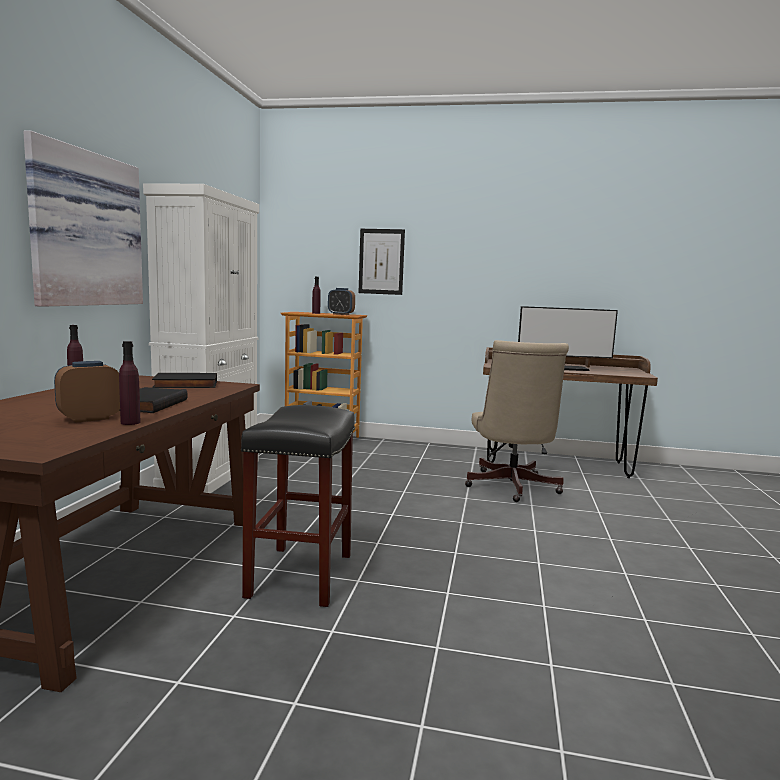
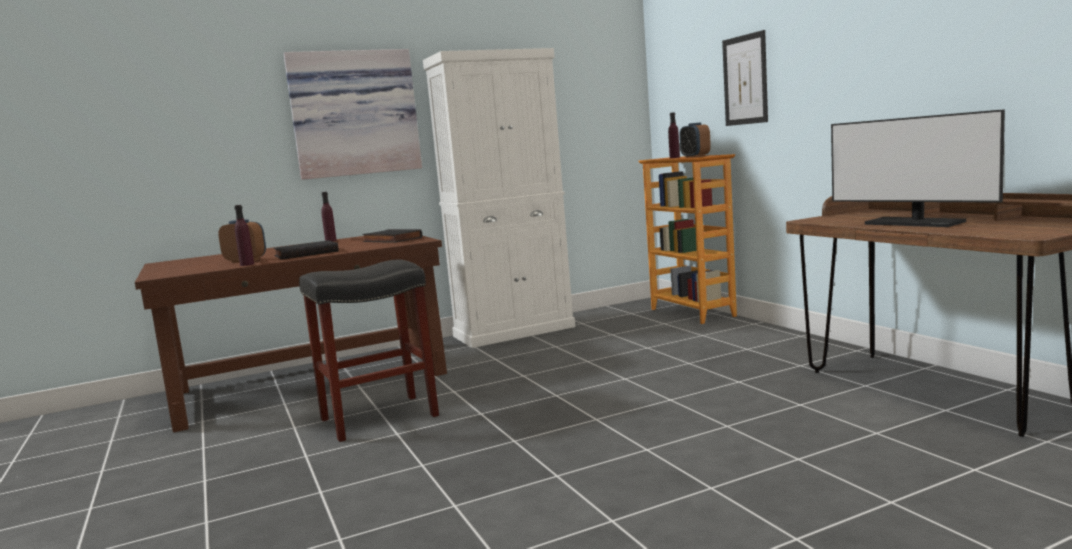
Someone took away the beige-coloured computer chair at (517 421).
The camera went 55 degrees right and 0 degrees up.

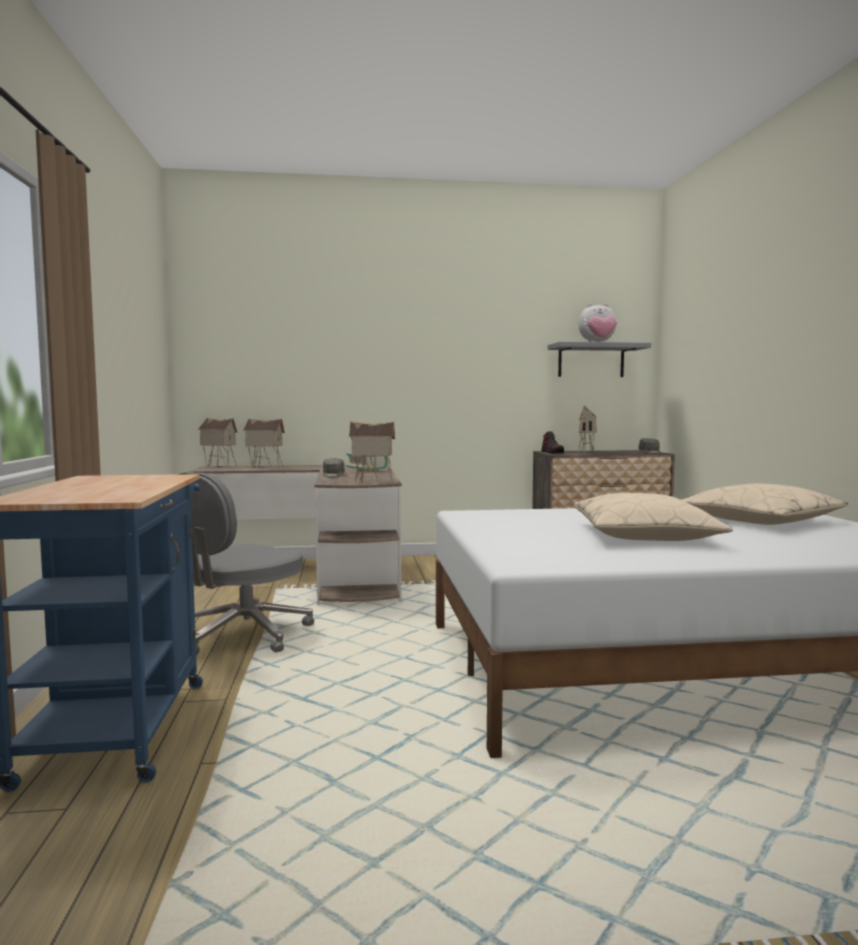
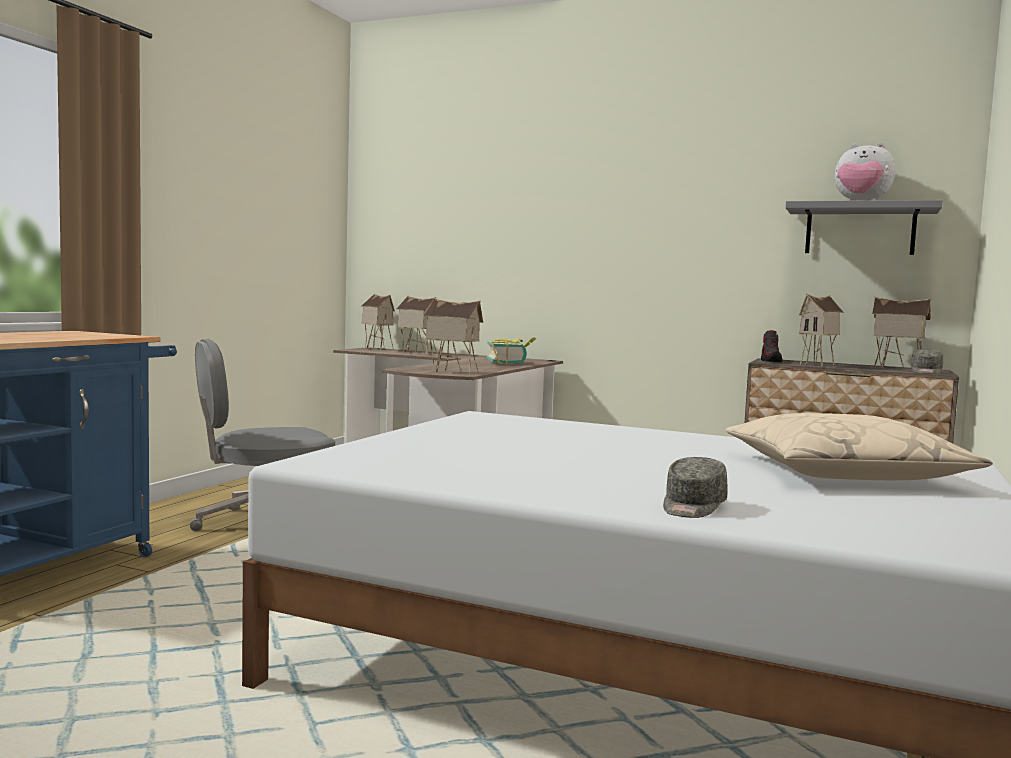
Someone took away the beige-coloured pillow at (653 517).
Someone put down the model house at (901 332).
Someone carried the grey cap from (334 467) to (695 487).
The camera went 30 degrees right and 0 degrees up.

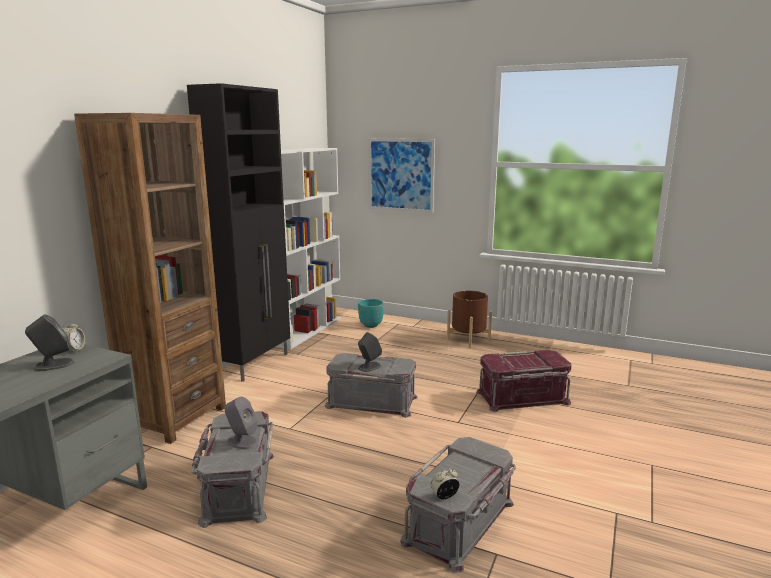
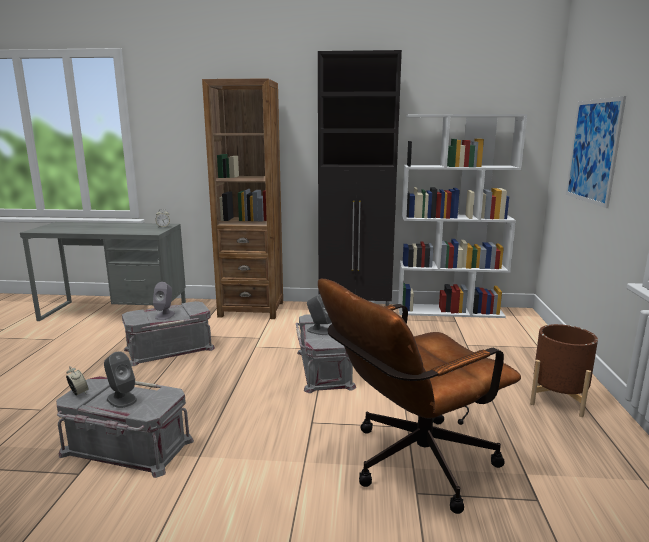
Someone took away the blue-green flower pot at (371 313).
Someone carried the grey audio speaker from (49 342) to (120 380).
Someone swapped the red storage bin at (524 381) for the brown-coloured computer chair at (419 396).
The camera went 70 degrees right and 0 degrees up.

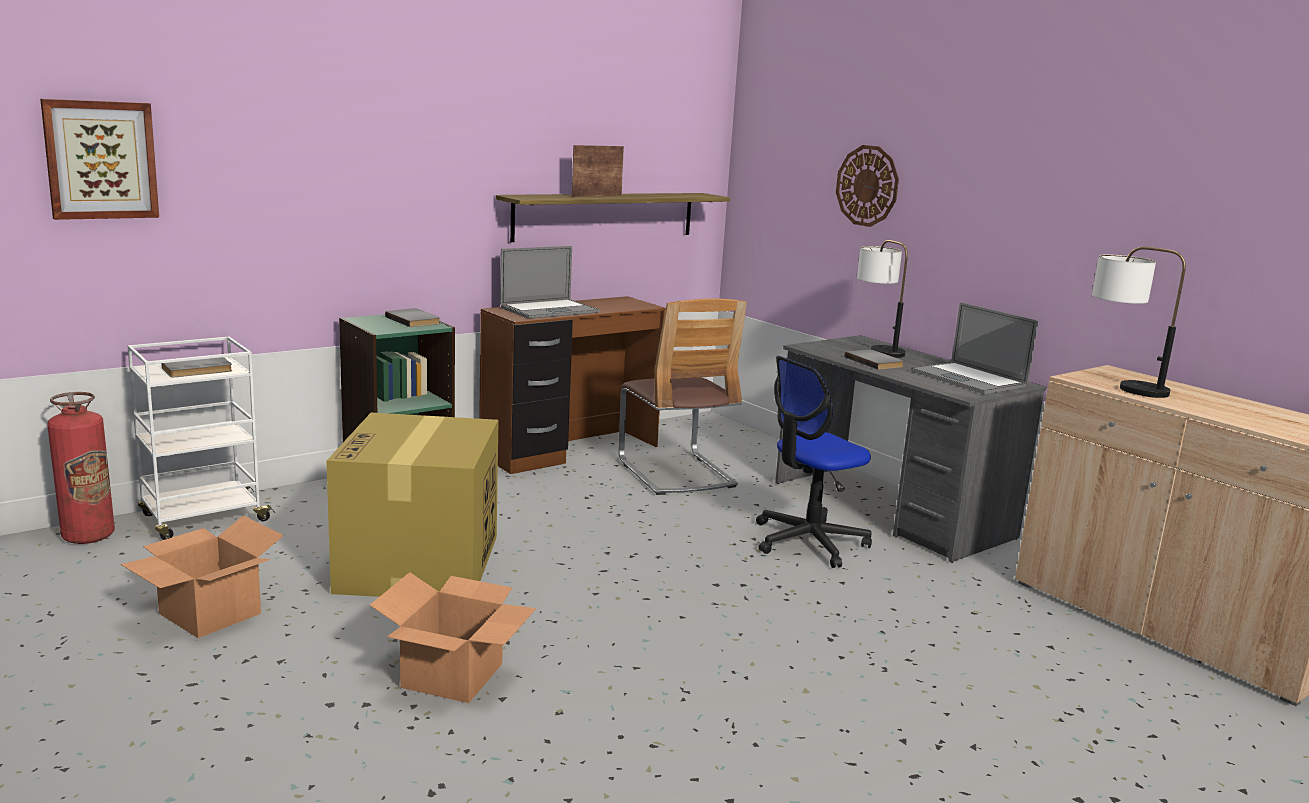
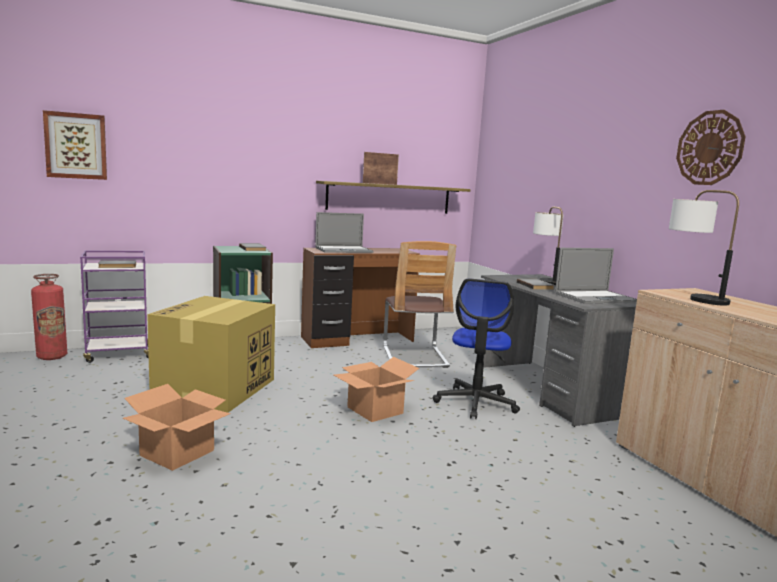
Someone carried the cardboard box from (202 577) to (376 389).
Someone carried the hanging clock from (867 186) to (711 147).
Someone repainted the white-coloured trolley at (201 438), which became the purple trolley at (114 307).
Someone rotated the computer chair at (814 462) by 60 degrees counterclockwise.
Someone rotated the laptop at (974 348) by 90 degrees counterclockwise.
The camera went 15 degrees right and 5 degrees down.

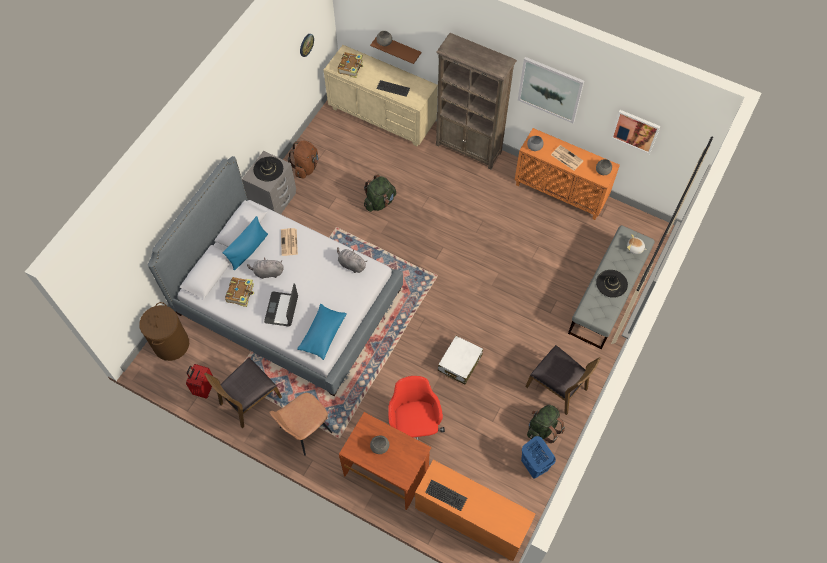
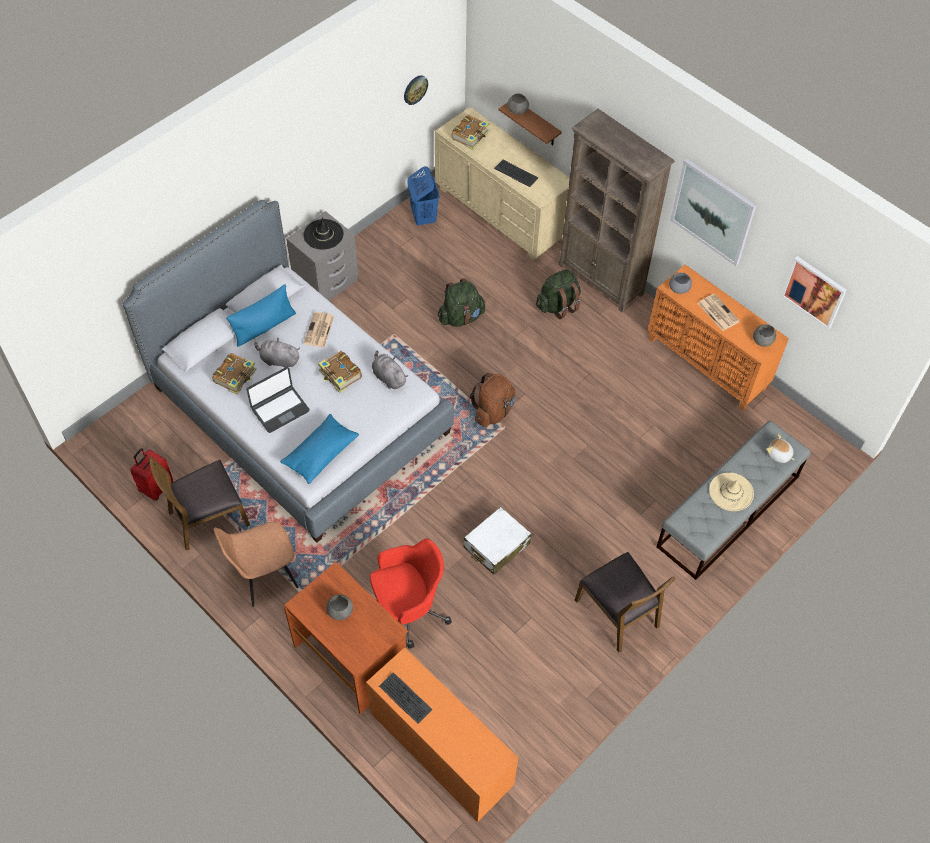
Someone took away the brown-coloured washing basket at (164 331).
Someone put down the book at (340 372).
Someone carried the brown-coloured knapsack from (303 159) to (492 400).
Someone carried the blue-coloured washing basket from (538 457) to (423 196).
Someone carried the green knapsack from (546 424) to (558 294).
Someone repainted the black-coloured clothing hat at (612 284), which became the beige-coloured clothing hat at (731 491).
Someone rotated the laptop at (281 305) by 150 degrees counterclockwise.
Someone rotated the red computer chair at (416 408) by 60 degrees clockwise.
The camera went 15 degrees right and 5 degrees down.

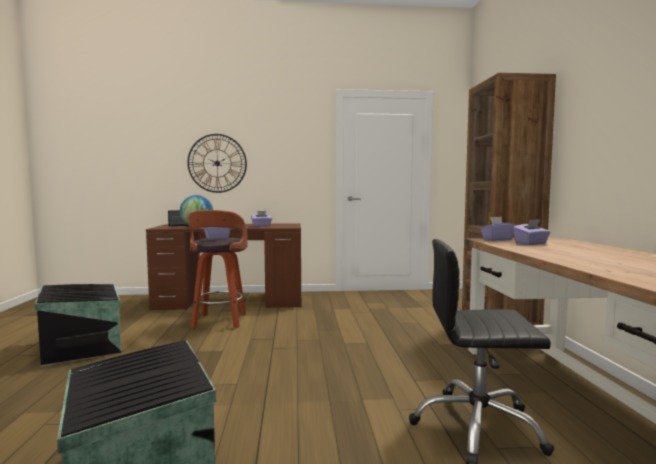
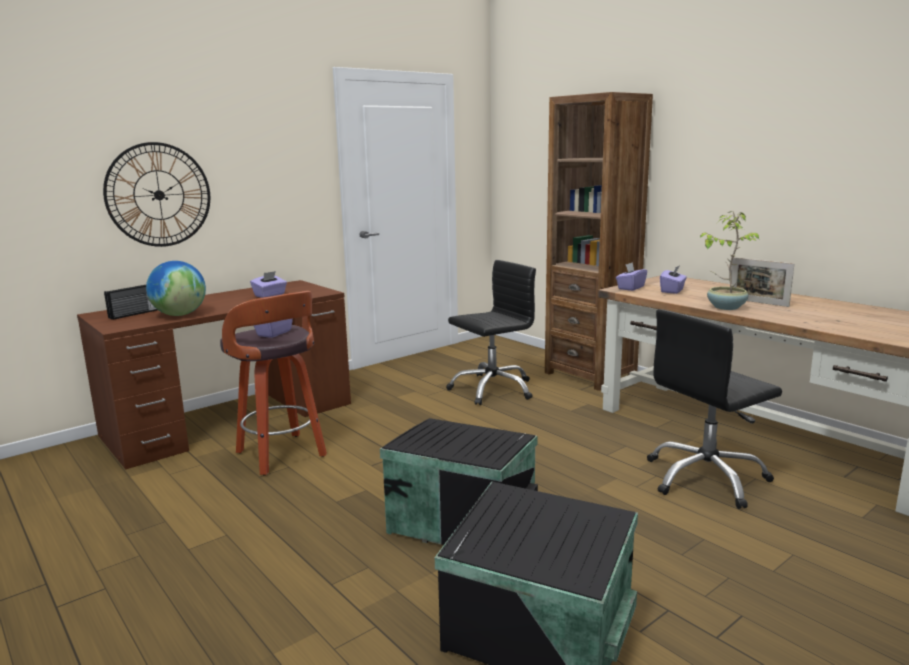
Someone put down the black-coloured computer chair at (491 332).
Someone put down the houseplant at (729 260).
Someone put down the photo frame at (762 282).
Someone carried the black-coloured storage bin from (78 325) to (459 481).
The camera went 35 degrees left and 10 degrees up.

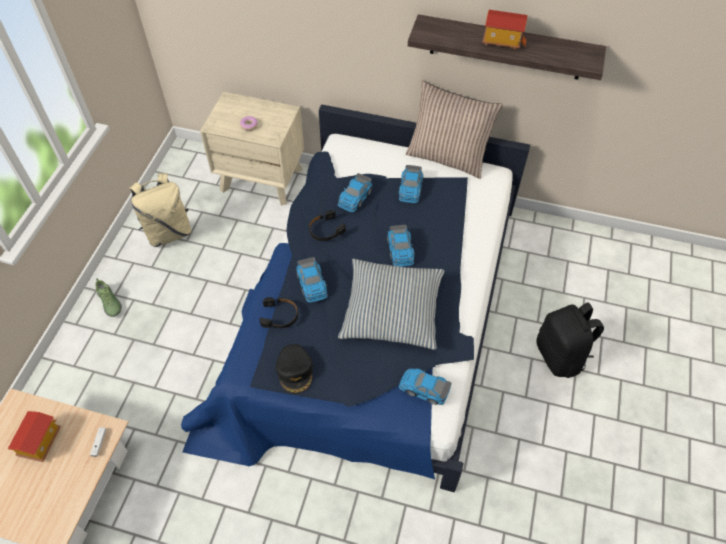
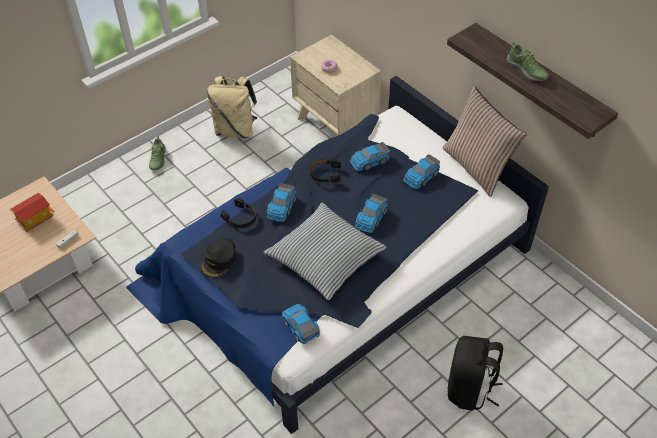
Someone swapped the model house at (505 29) for the shoe at (528 61).
The camera went 35 degrees right and 5 degrees down.

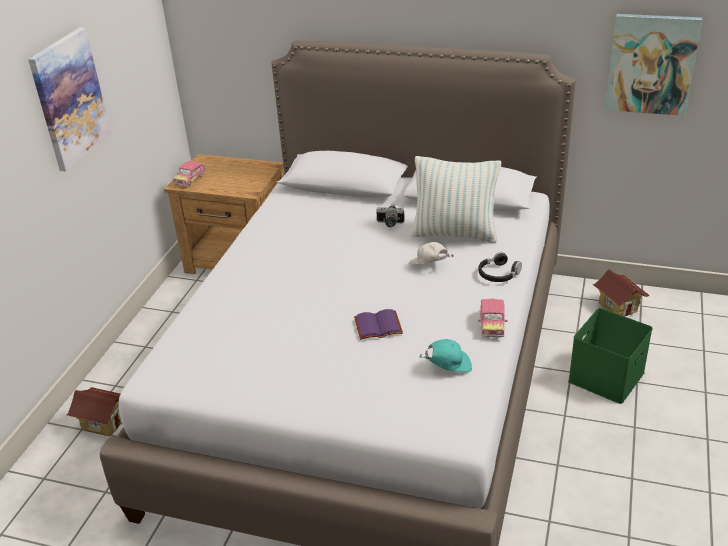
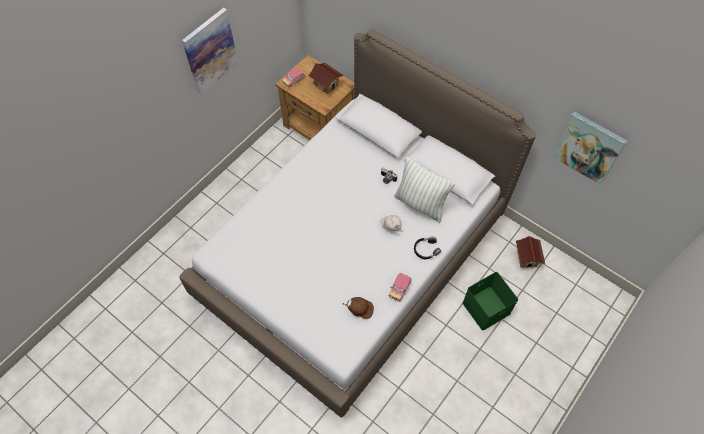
Someone took away the purple book at (378 324).
Someone carried the model house from (94 412) to (325 78).
Someone repainted the blue-green cap at (445 356), which became the brown-coloured cap at (358 308).
The camera went 20 degrees right and 25 degrees up.

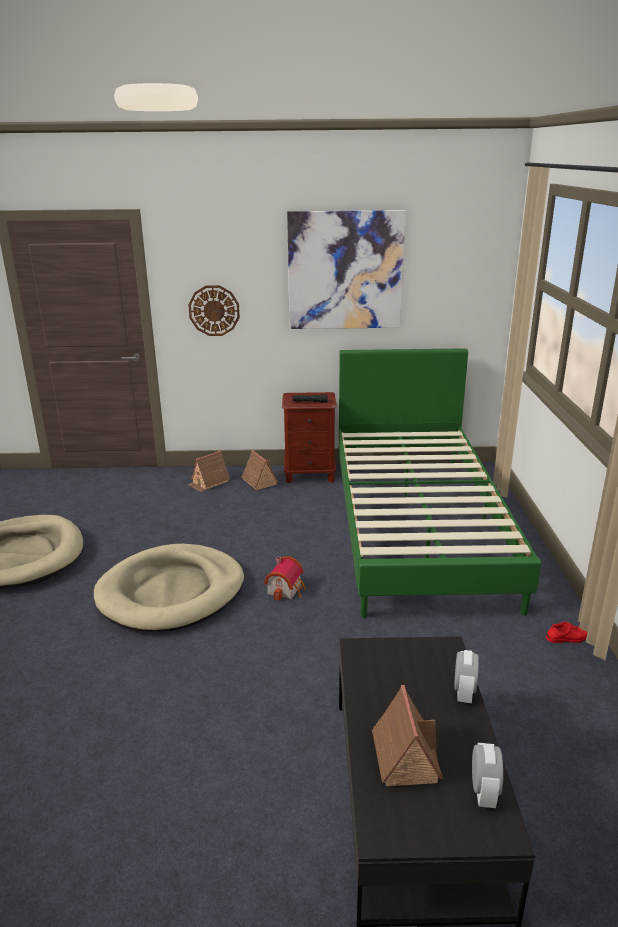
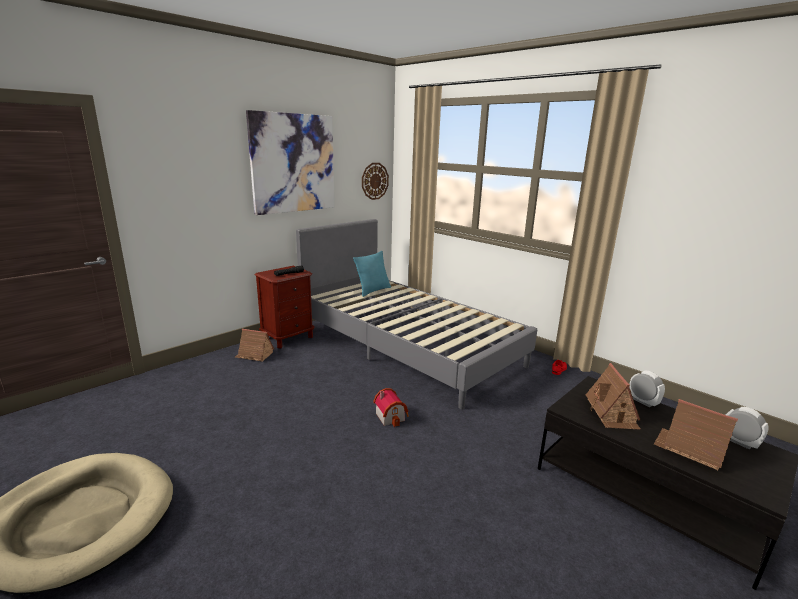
Someone took away the beige-coloured dog bed at (169 588).
Someone put down the blue-green pillow at (372 274).
Someone carried the hanging clock from (214 310) to (375 181).
Someone carried the model house from (209 471) to (613 396).
Someone repainted the green bed at (440 483), which became the grey bed at (416 314).
The camera went 45 degrees left and 5 degrees down.

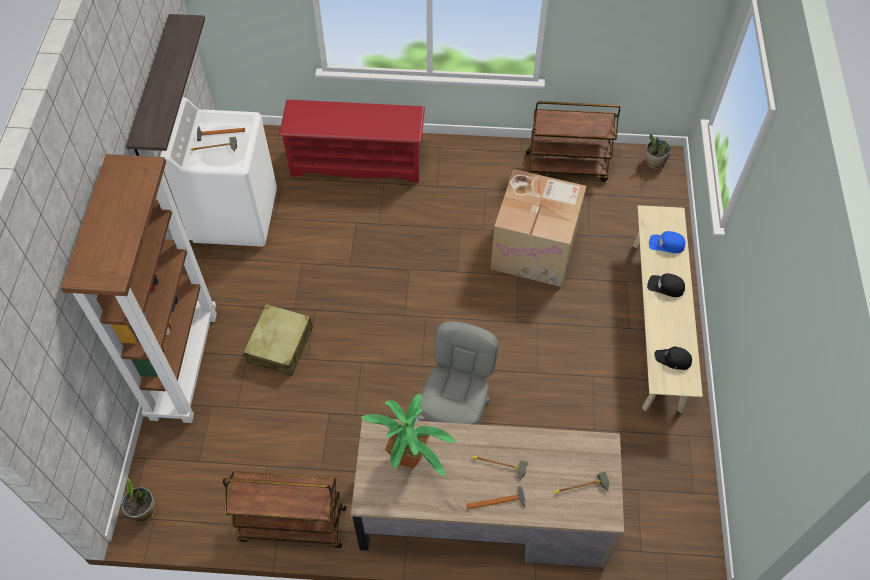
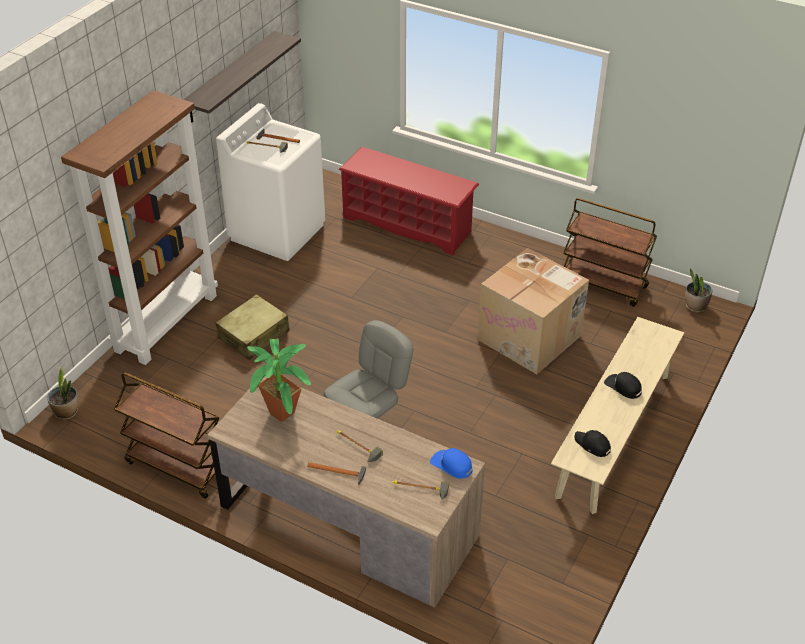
Someone carried the blue-coloured cap from (667 242) to (451 463).
The camera went 25 degrees right and 15 degrees down.

